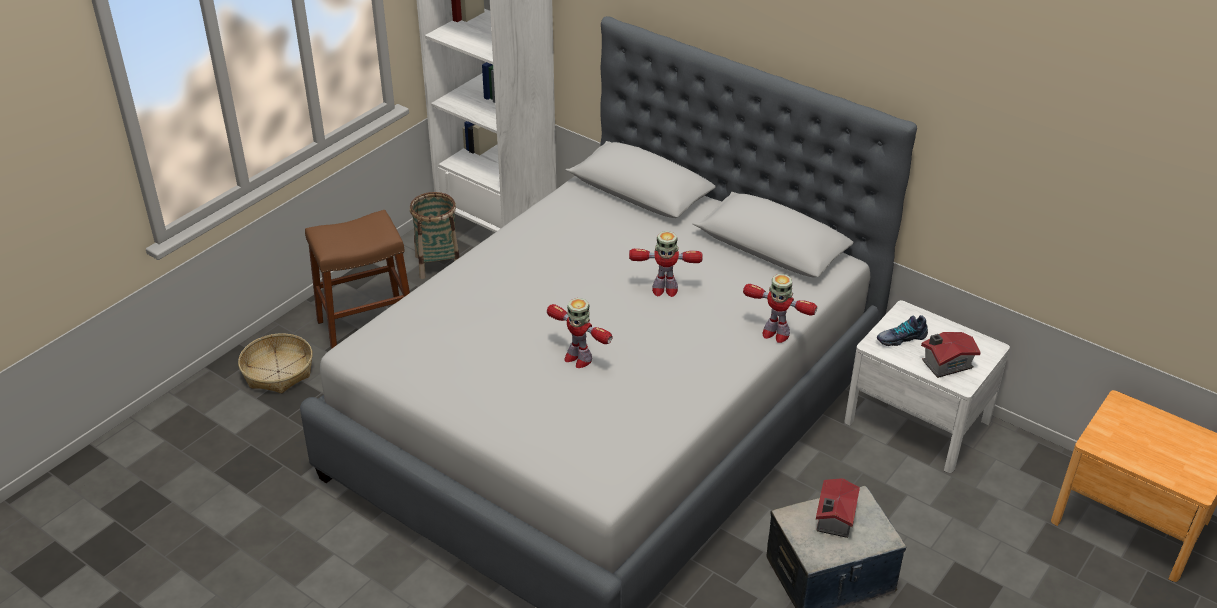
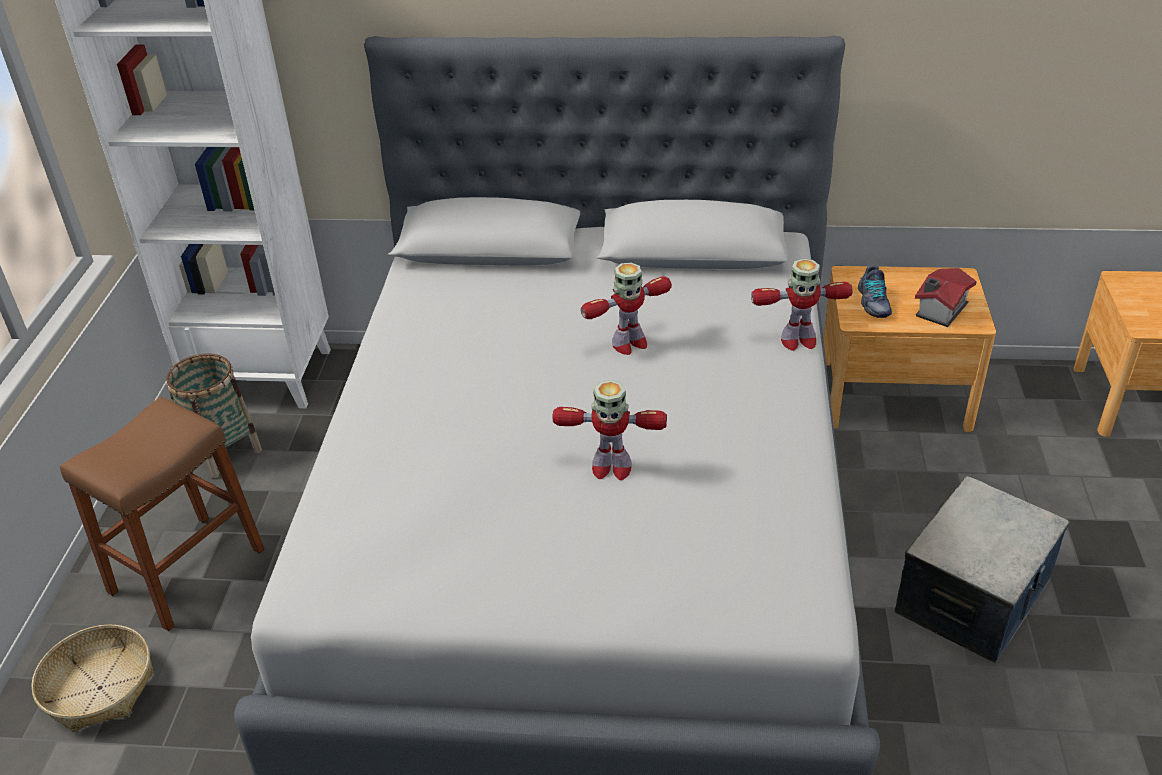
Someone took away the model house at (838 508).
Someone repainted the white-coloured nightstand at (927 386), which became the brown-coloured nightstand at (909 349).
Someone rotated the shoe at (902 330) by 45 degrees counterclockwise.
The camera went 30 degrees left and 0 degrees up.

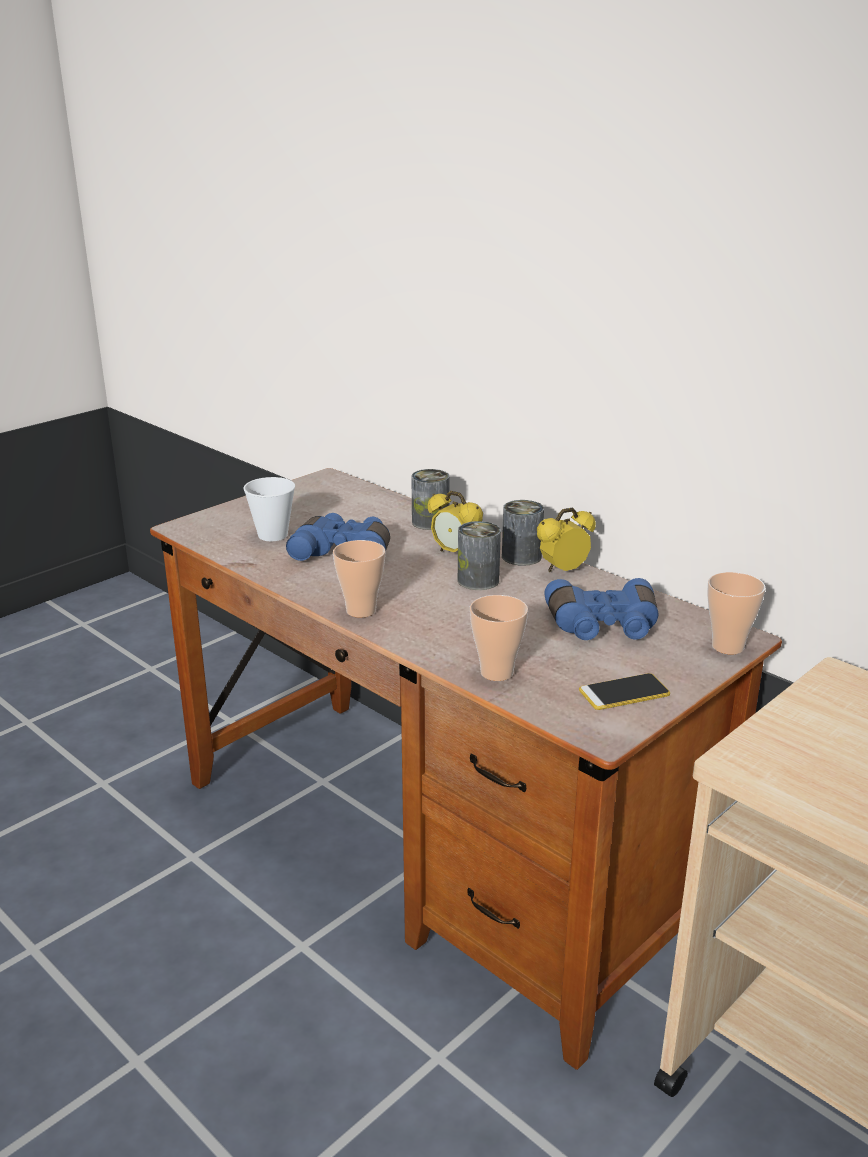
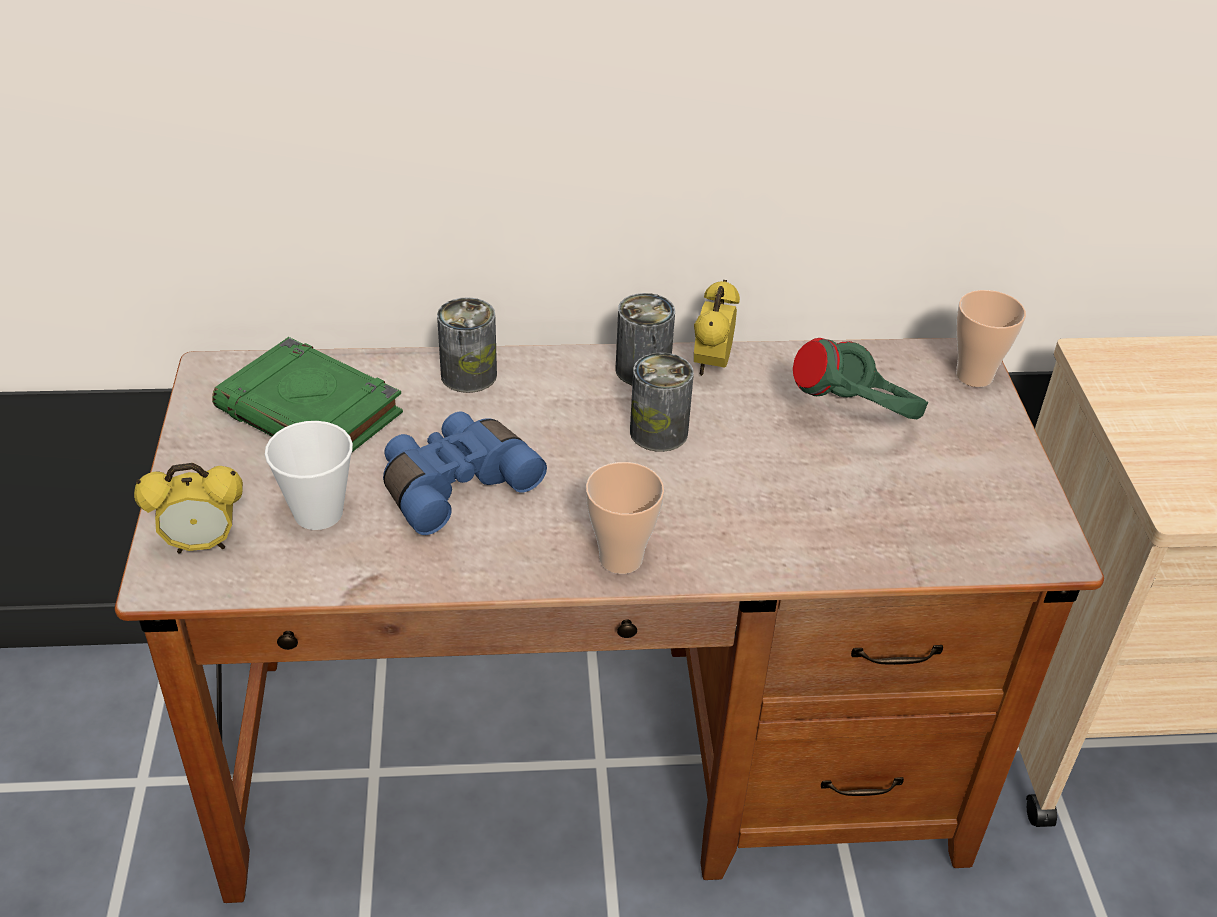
Someone took away the cup at (499 638).
Someone took away the handset at (624 691).
Someone put down the green book at (307 394).
Someone carried the bedside clock from (455 521) to (188 508).
Someone swapped the blue-coloured pair of binoculars at (601 609) for the green headphones at (860 378).
The camera went 50 degrees left and 15 degrees up.

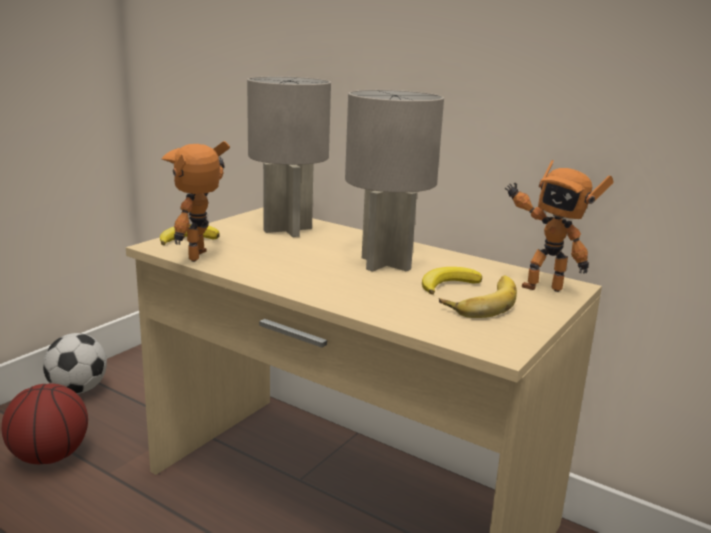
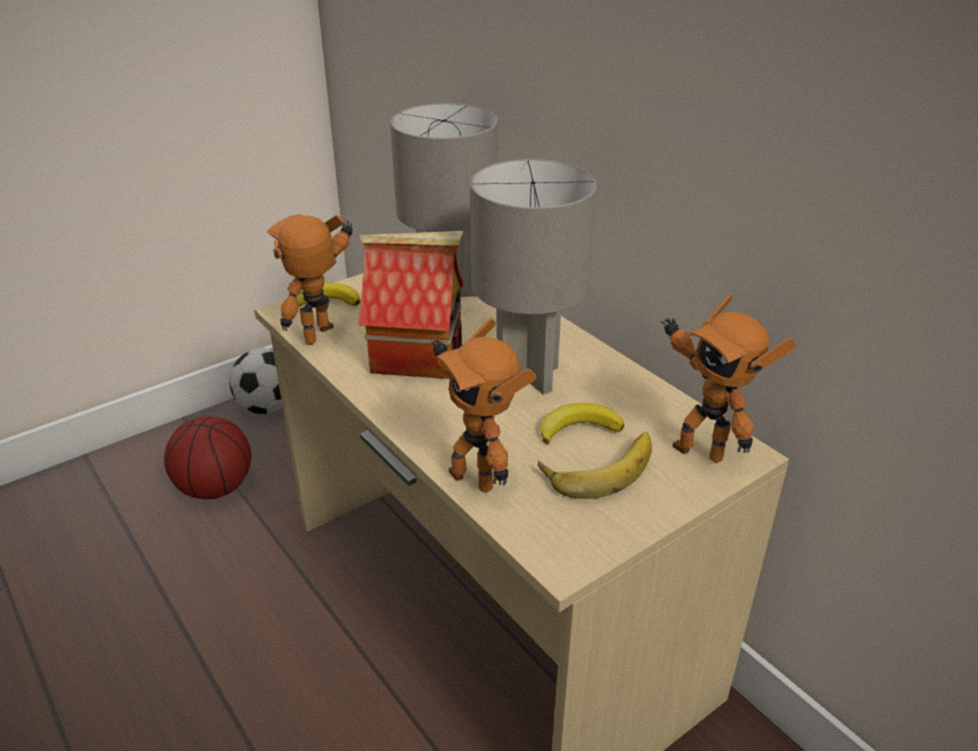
Someone put down the model house at (410 305).
Someone put down the toy robot at (483 405).
The camera went 20 degrees right and 15 degrees up.

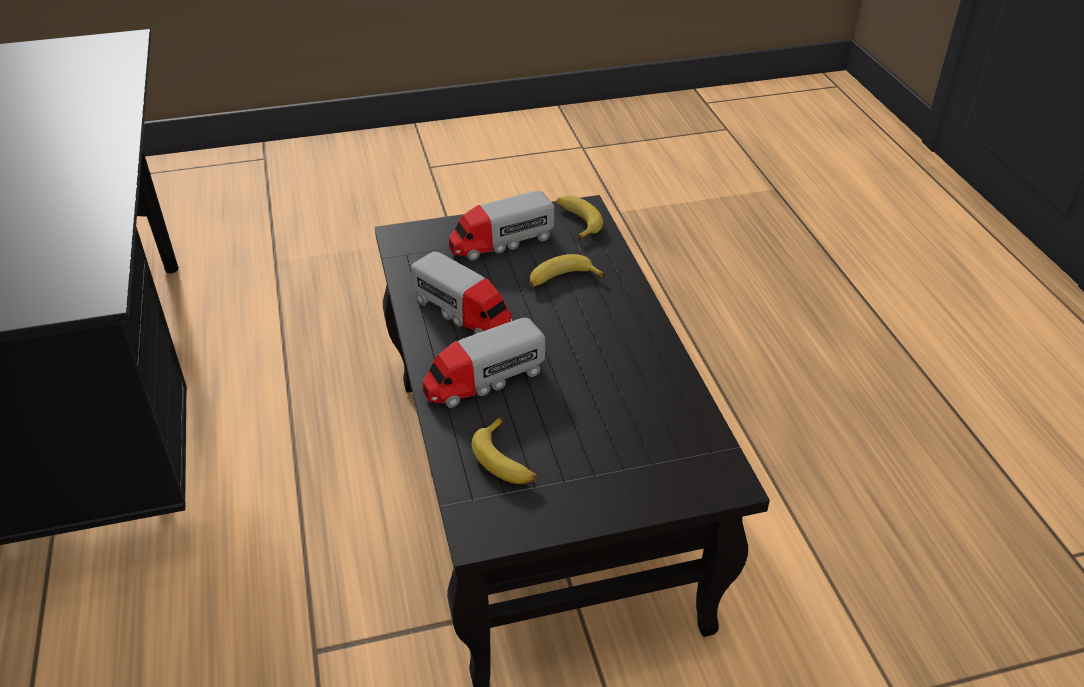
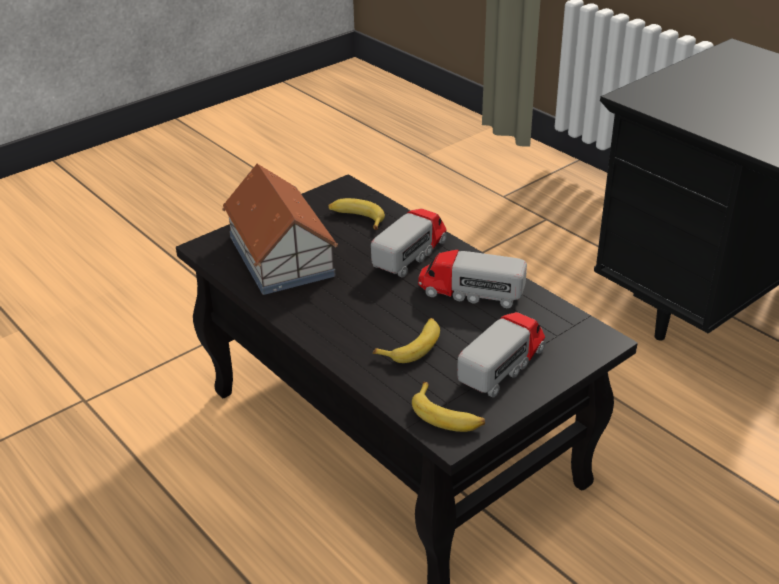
Someone put down the model house at (280 229).
The camera went 155 degrees right and 5 degrees down.

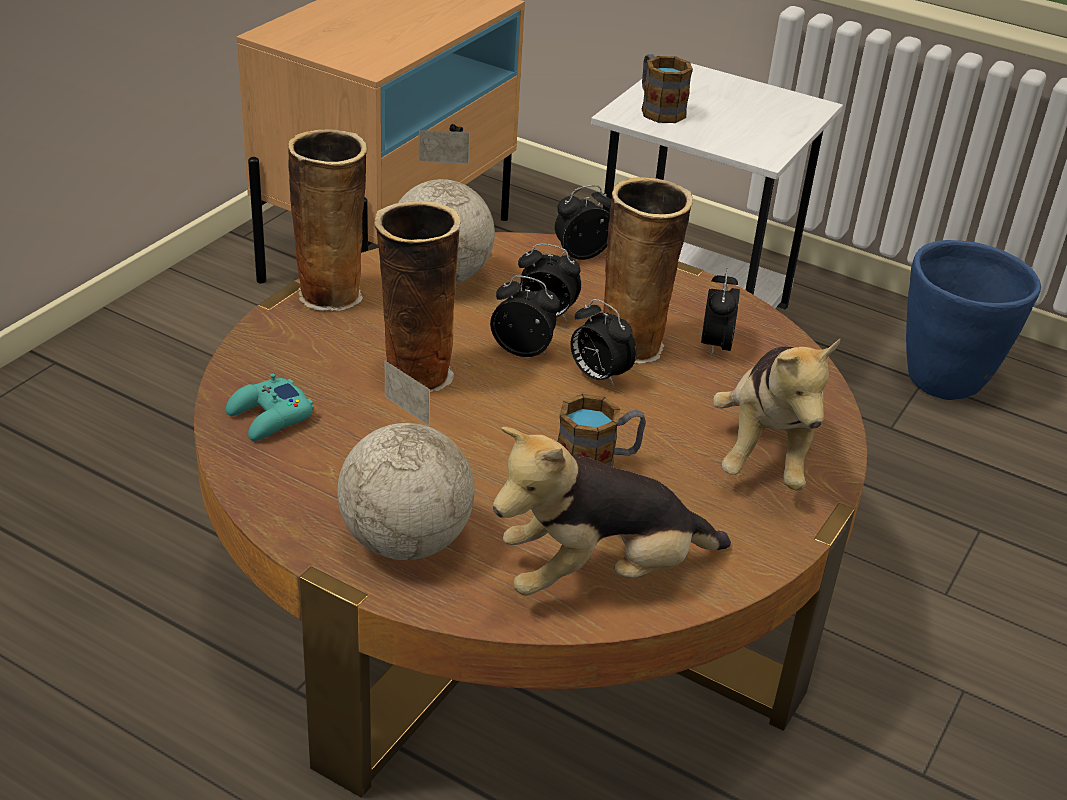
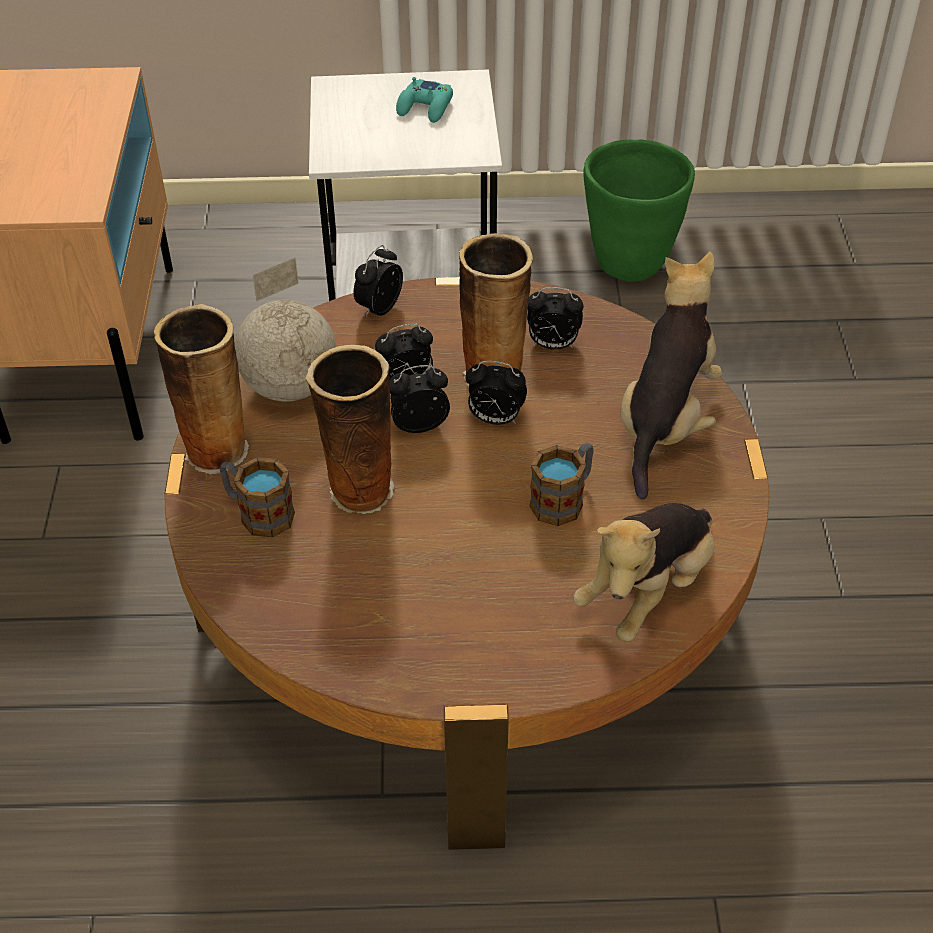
Someone took away the globe at (405 460).
Someone carried the blue-green game controller from (270 407) to (424 100).
Someone carried the tea mug from (667 88) to (257 497).
Someone repainted the blue-coloured flower pot at (973 320), which became the green flower pot at (639 210).
Someone rotated the bedside clock at (720 313) by 60 degrees counterclockwise.
Someone rotated the soft toy at (777 414) by 135 degrees counterclockwise.
The camera went 30 degrees left and 10 degrees up.

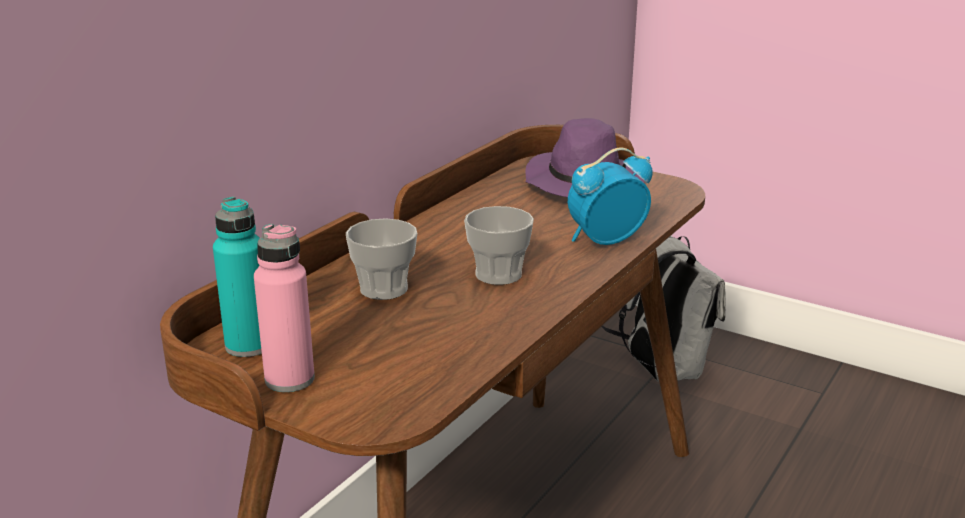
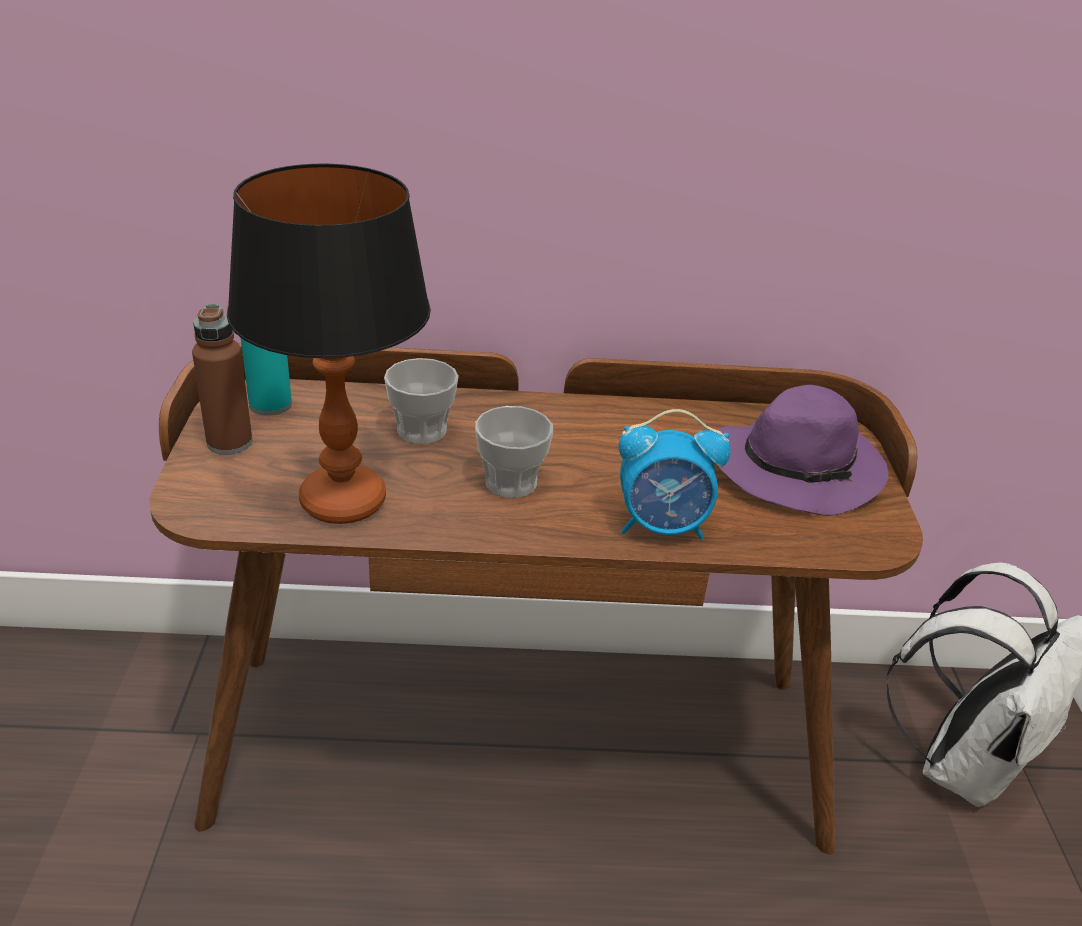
Someone put down the lamp for a table at (329 344).
Someone repainted the pink beverage bottle at (284 308), which became the brown-coloured beverage bottle at (222 379).
Someone rotated the bedside clock at (610 196) by 150 degrees clockwise.
The camera went 55 degrees right and 10 degrees up.

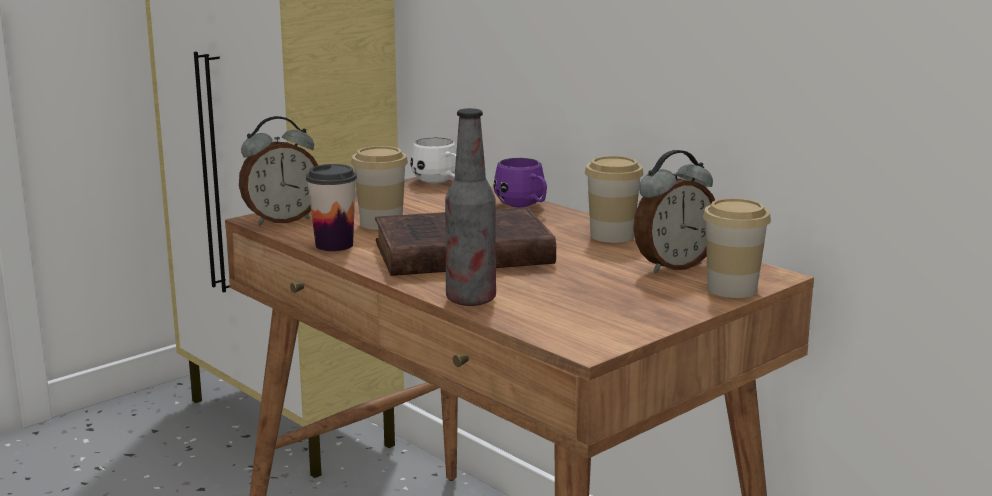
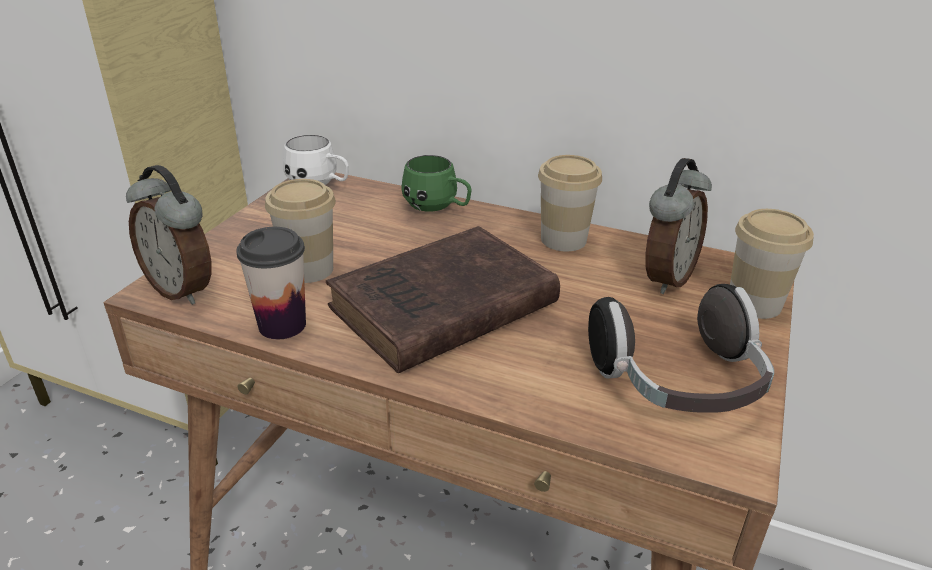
Someone took away the beverage bottle at (470 207).
Someone put down the headphones at (681 348).
Someone repainted the purple tea mug at (520 182), which became the green tea mug at (437 183).
Someone rotated the bedside clock at (278 171) by 90 degrees clockwise.
The camera went 25 degrees left and 15 degrees up.

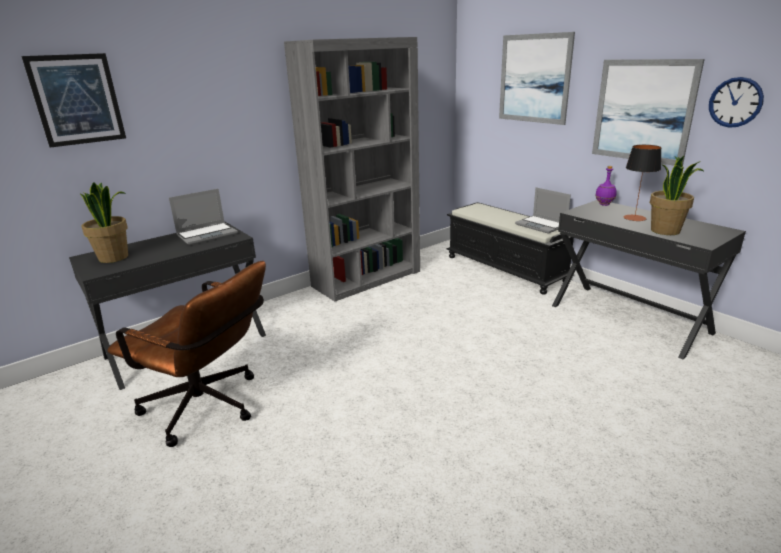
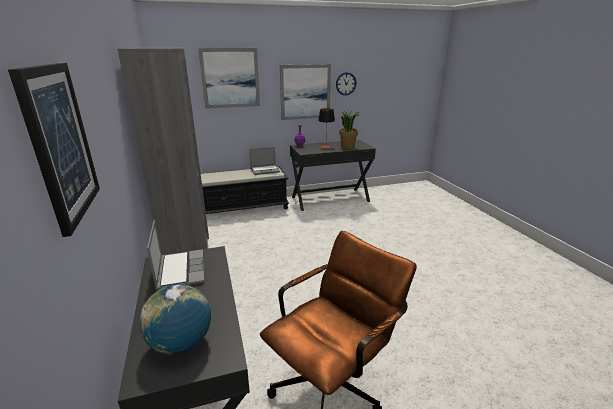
Someone swapped the houseplant at (104 222) for the globe at (175 319).
The camera went 70 degrees left and 0 degrees up.

